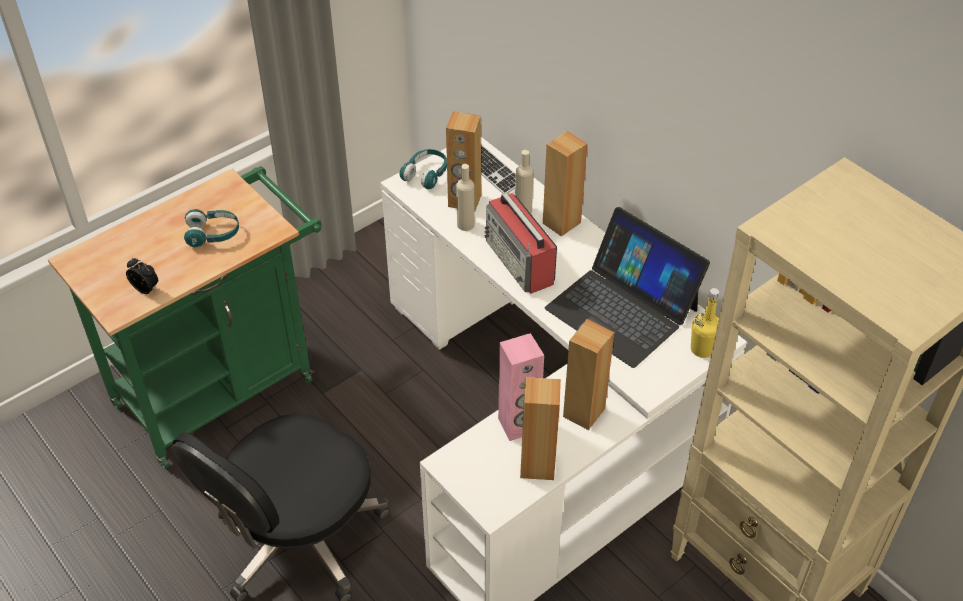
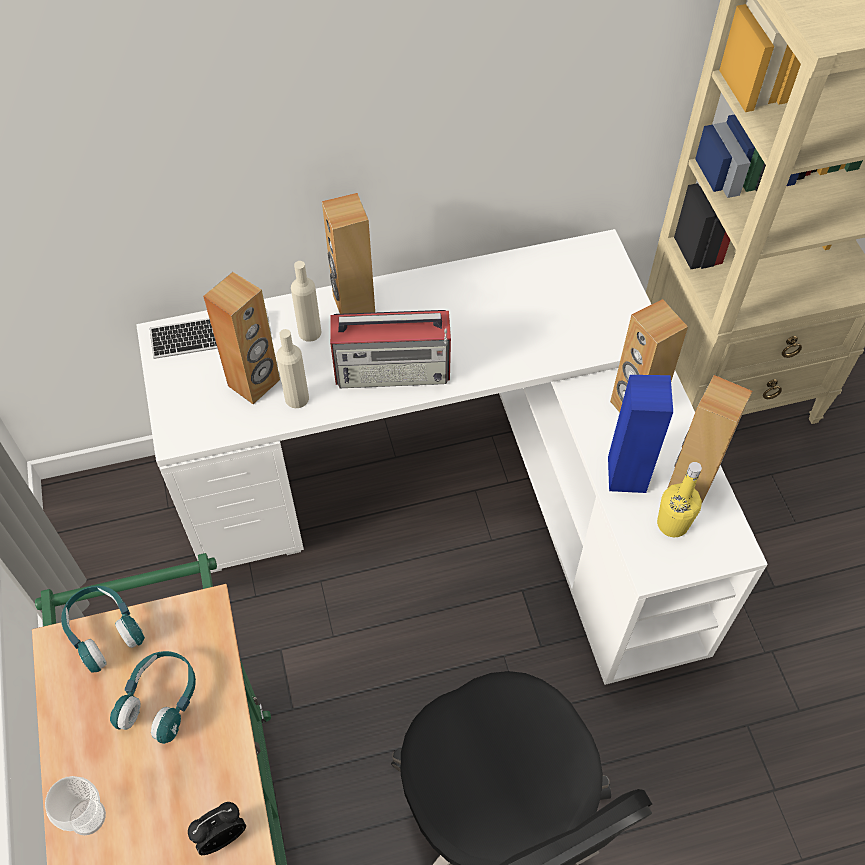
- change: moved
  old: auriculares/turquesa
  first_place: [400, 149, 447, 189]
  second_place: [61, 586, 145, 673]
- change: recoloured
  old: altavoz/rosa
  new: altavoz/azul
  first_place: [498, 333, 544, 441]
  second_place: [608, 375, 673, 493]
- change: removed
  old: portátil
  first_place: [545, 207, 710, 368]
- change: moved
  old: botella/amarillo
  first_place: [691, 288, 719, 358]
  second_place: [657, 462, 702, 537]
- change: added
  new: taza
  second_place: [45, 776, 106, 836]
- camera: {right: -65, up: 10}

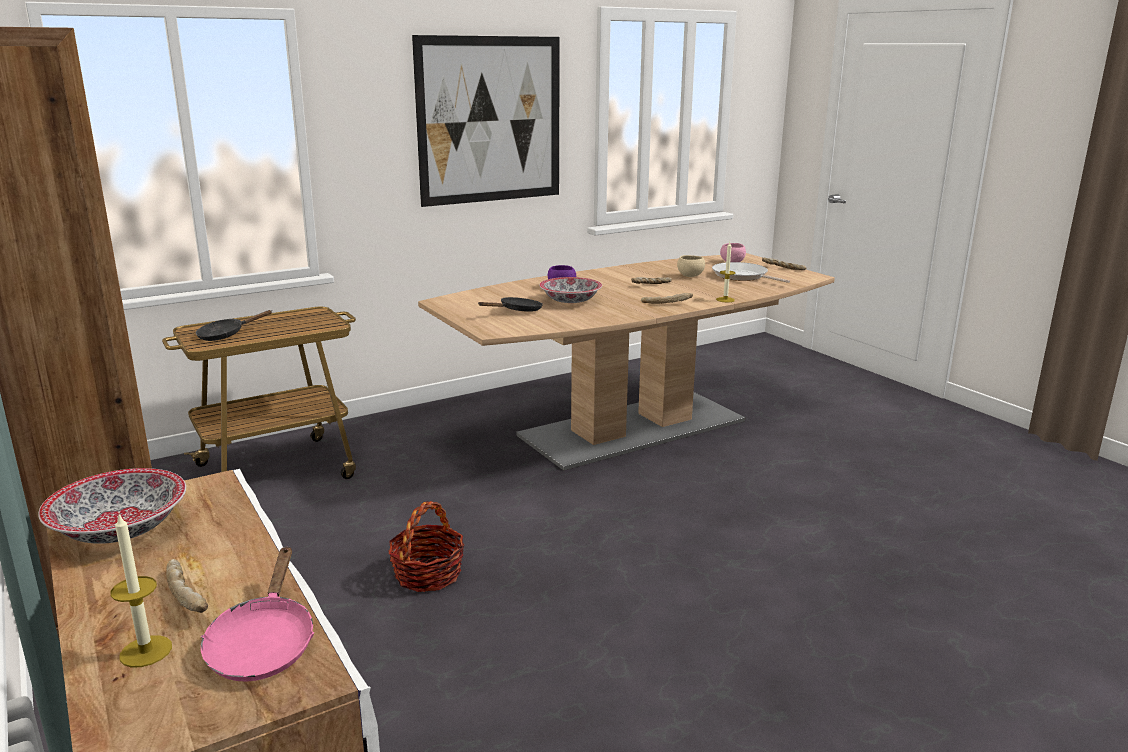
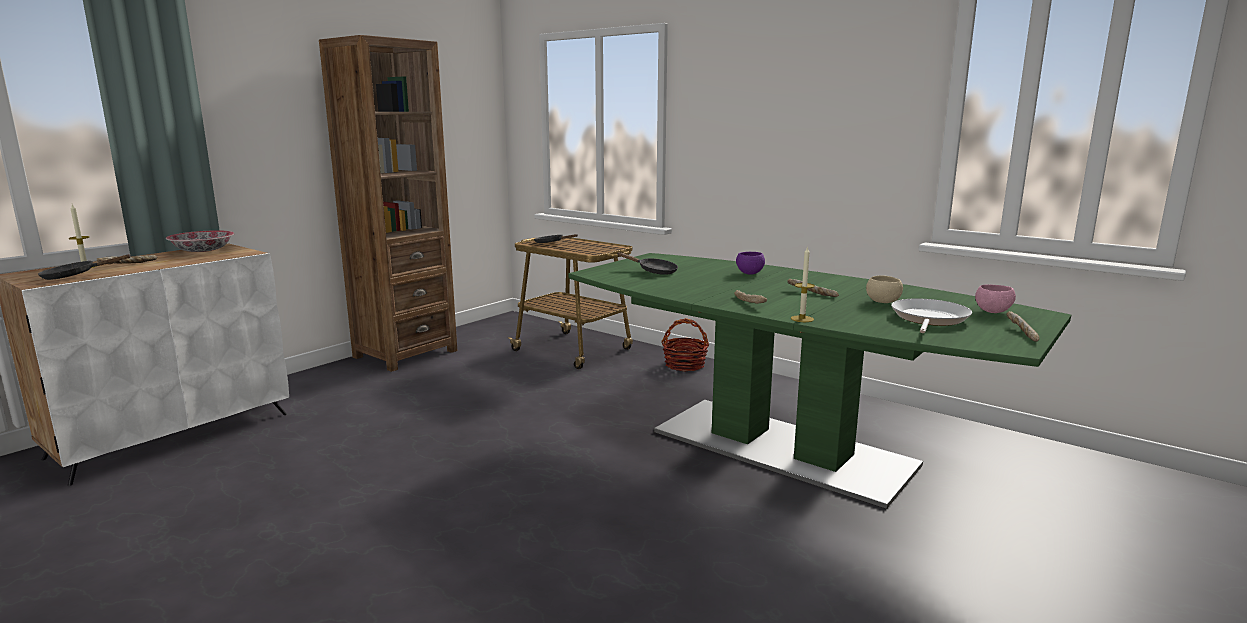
- change: recoloured
  old: sartén/rosa
  new: sartén/negro
  first_place: [201, 546, 314, 682]
  second_place: [38, 254, 130, 280]
- change: moved
  old: cesta
  first_place: [389, 501, 464, 592]
  second_place: [661, 318, 709, 372]
- change: removed
  old: cuadro
  first_place: [412, 35, 560, 207]
- change: recoloured
  old: mesa de comedor/marrón
  new: mesa de comedor/verde
  first_place: [418, 253, 835, 471]
  second_place: [569, 253, 1071, 509]
- change: removed
  old: cuenco
  first_place: [539, 277, 602, 303]
- camera: {right: 70, up: -5}

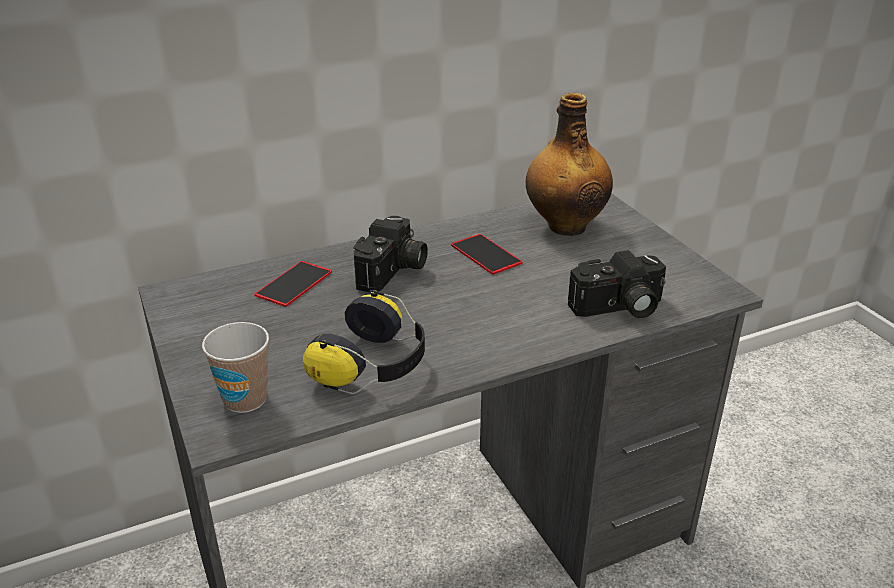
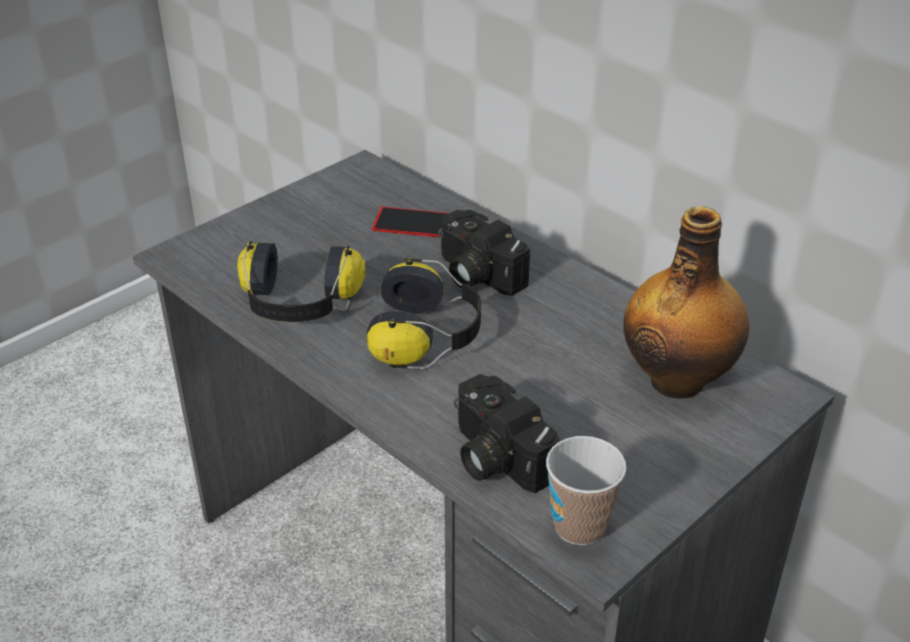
- change: moved
  old: taza
  first_place: [202, 322, 269, 413]
  second_place: [546, 436, 627, 545]
- change: turned
  old: cámara
  first_place: [353, 216, 428, 293]
  second_place: [438, 210, 530, 296]
  degrees: 45
- change: removed
  old: móvil
  first_place: [451, 234, 522, 275]
- change: added
  new: auriculares
  second_place: [366, 258, 481, 369]
- camera: {right: 70, up: 5}

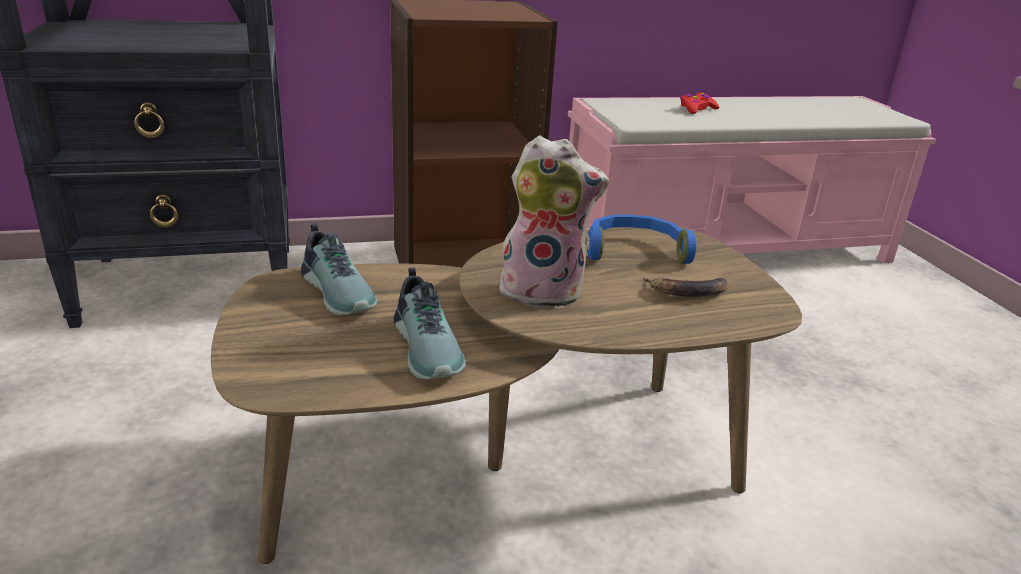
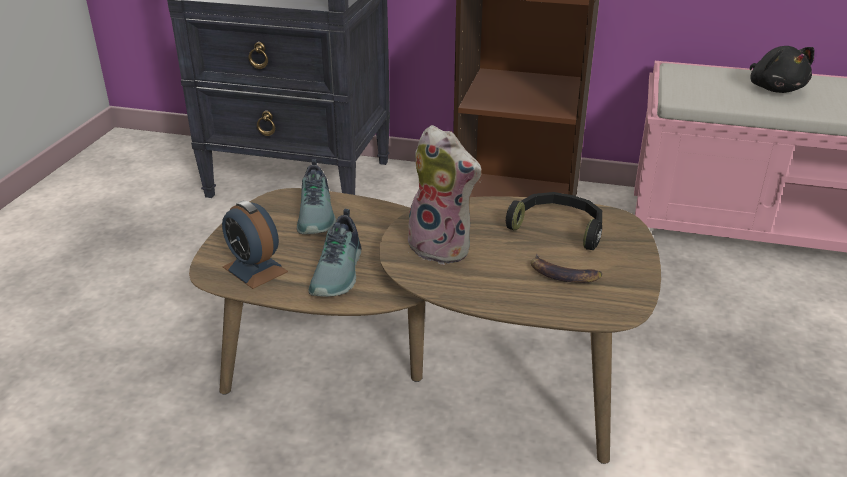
- change: recoloured
  old: auriculares/azul
  new: auriculares/negro
  first_place: [587, 215, 697, 264]
  second_place: [506, 192, 602, 250]
- change: replaced
  old: mando de consola/rojo
  new: peluche/negro
  first_place: [680, 93, 719, 114]
  second_place: [749, 46, 814, 93]
- change: added
  new: despertador
  second_place: [222, 200, 288, 289]
- camera: {right: 30, up: 5}

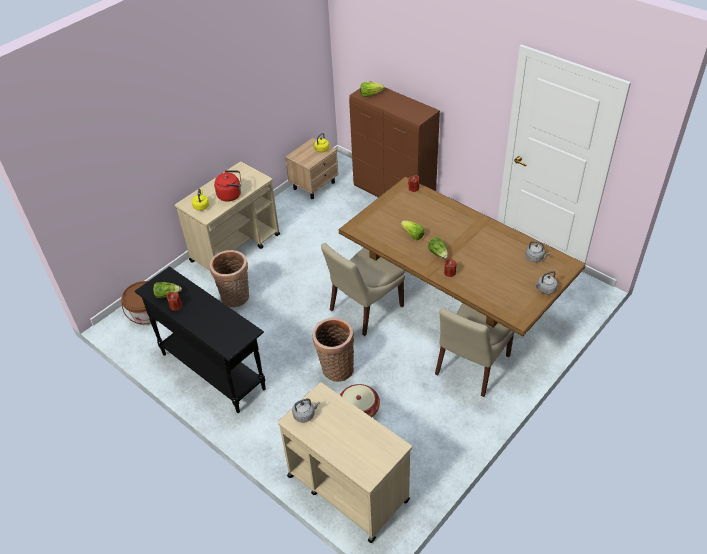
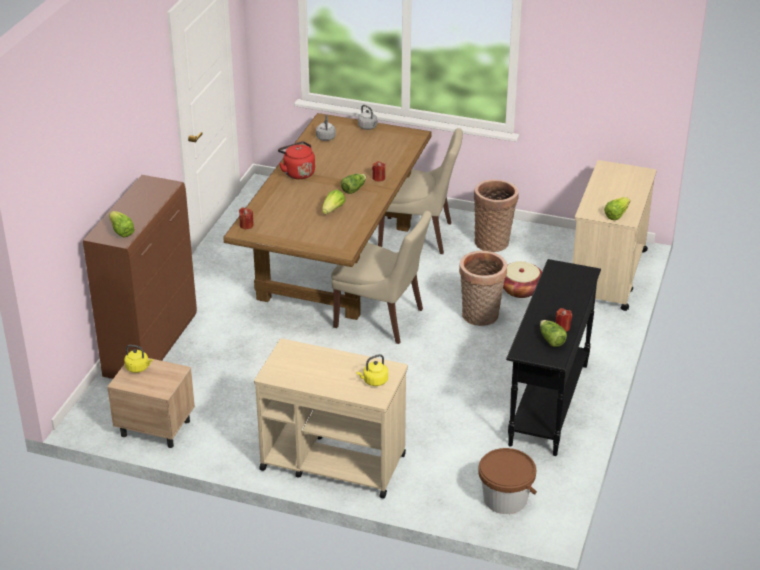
- change: moved
  old: cesta
  first_place: [210, 250, 249, 307]
  second_place: [474, 179, 519, 252]
- change: moved
  old: hervidor/rojo
  first_place: [214, 170, 241, 202]
  second_place: [278, 141, 315, 179]
- change: replaced
  old: hervidor/gris
  new: lechuga
  first_place: [292, 398, 320, 423]
  second_place: [604, 197, 630, 220]
- camera: {right: -115, up: -10}

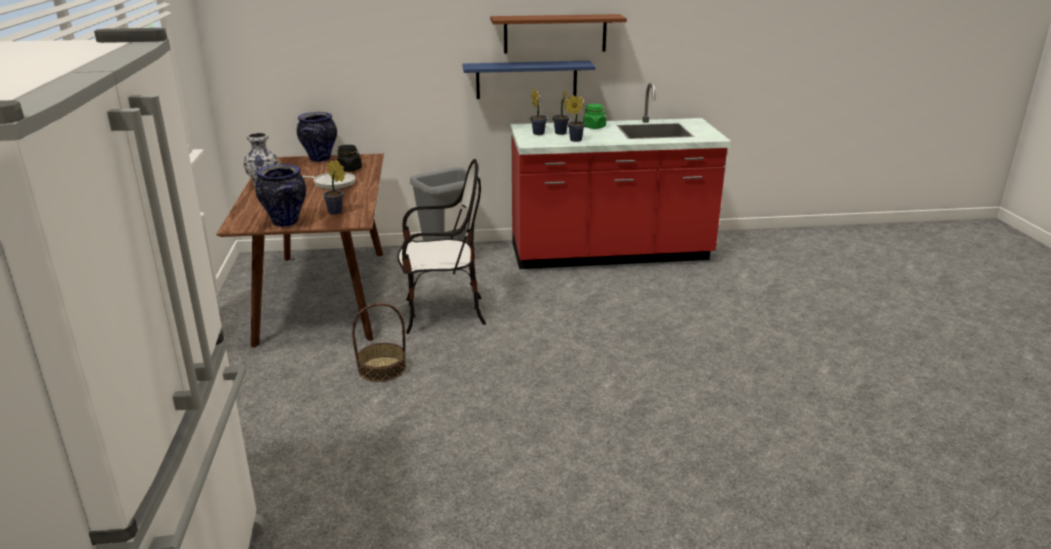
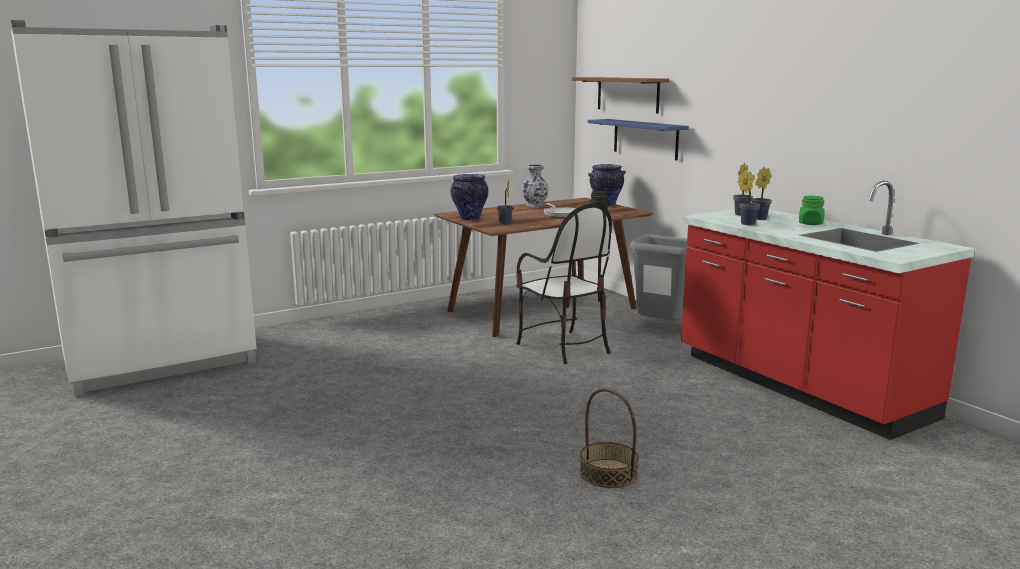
- change: moved
  old: cesta
  first_place: [352, 303, 406, 382]
  second_place: [580, 388, 639, 488]
- change: moved
  old: estante/azul
  first_place: [462, 61, 596, 99]
  second_place: [588, 119, 689, 160]
- change: moved
  old: estante/marrón
  first_place: [490, 14, 627, 54]
  second_place: [572, 77, 669, 114]
- camera: {right: 65, up: -10}

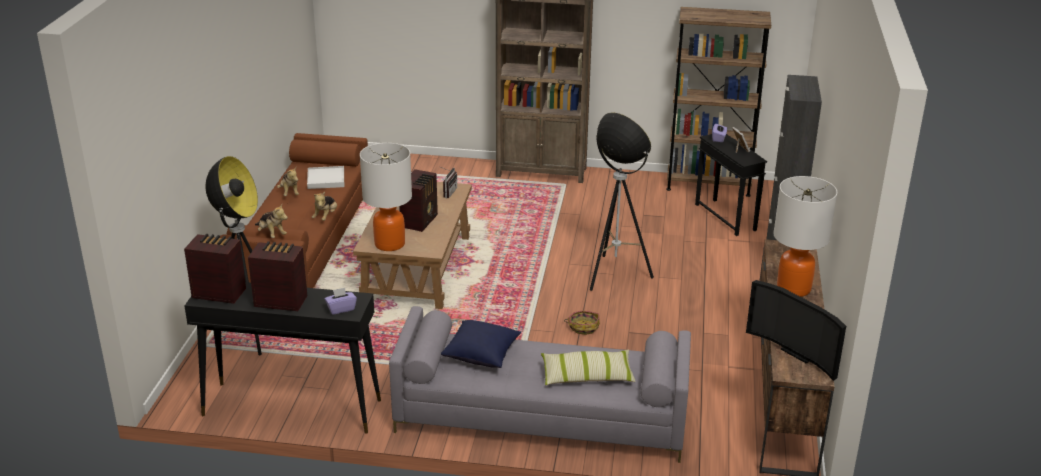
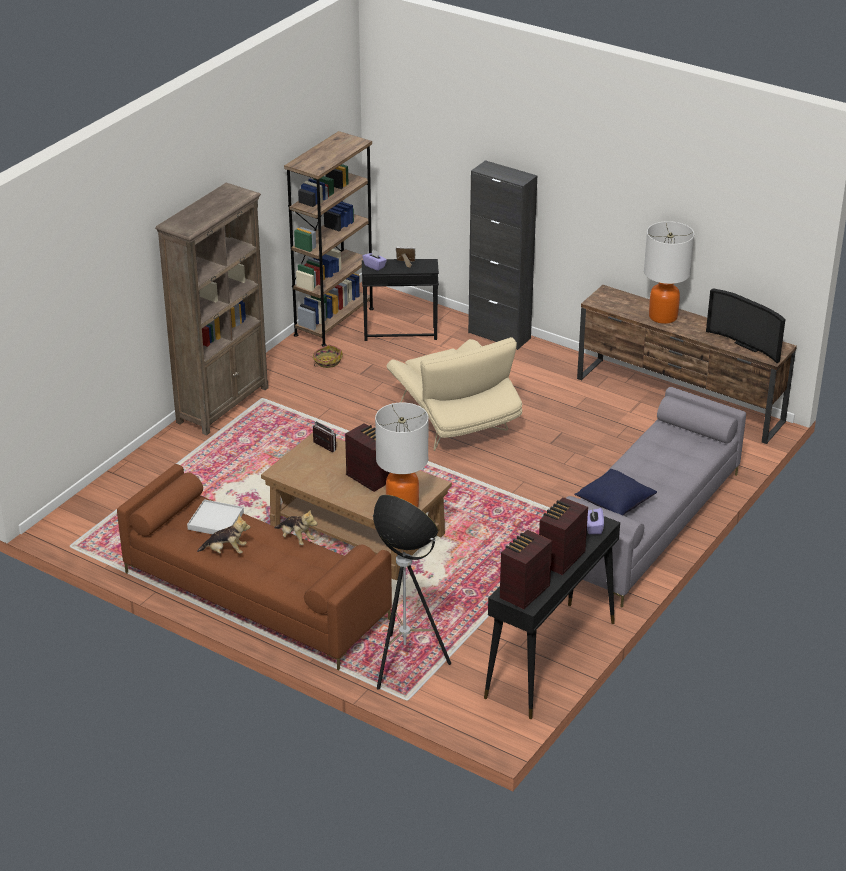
- change: removed
  old: peluche
  first_place: [255, 205, 288, 238]
- change: removed
  old: cojín
  first_place: [541, 350, 636, 385]
- change: moved
  old: cesta
  first_place: [564, 311, 600, 335]
  second_place: [313, 345, 343, 368]
- change: replaced
  old: lámpara de pie
  new: sillón/beis
  first_place: [590, 112, 654, 291]
  second_place: [386, 337, 522, 451]
- change: turned
  old: televisor
  first_place: [746, 280, 846, 381]
  second_place: [706, 288, 785, 363]
  degrees: 60
- camera: {right: -65, up: 5}

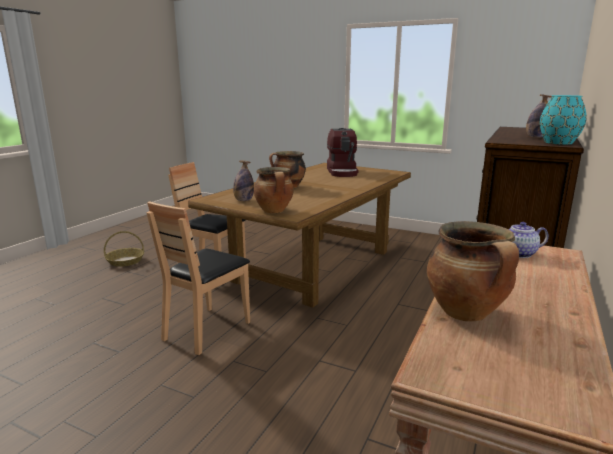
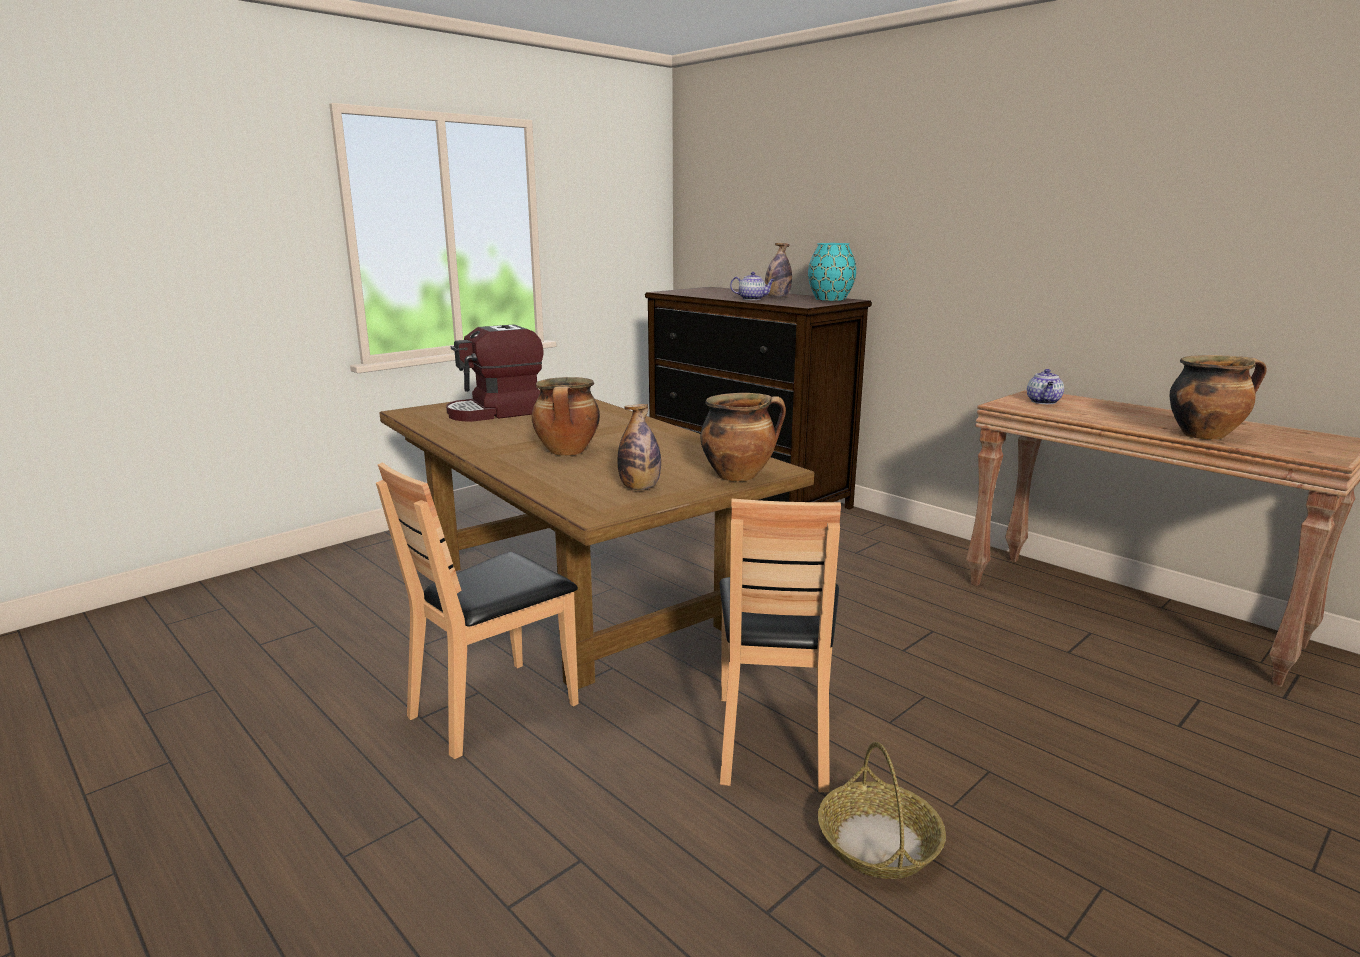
- change: moved
  old: cesta
  first_place: [104, 231, 144, 267]
  second_place: [818, 742, 946, 879]
- change: turned
  old: silla/marrón
  first_place: [147, 201, 250, 355]
  second_place: [720, 499, 841, 792]
  degrees: 45
- change: turned
  old: cafetera
  first_place: [327, 128, 358, 177]
  second_place: [446, 324, 544, 422]
  degrees: 135
- change: added
  new: tetera
  second_place: [730, 272, 775, 300]
- camera: {right: -70, up: 0}

